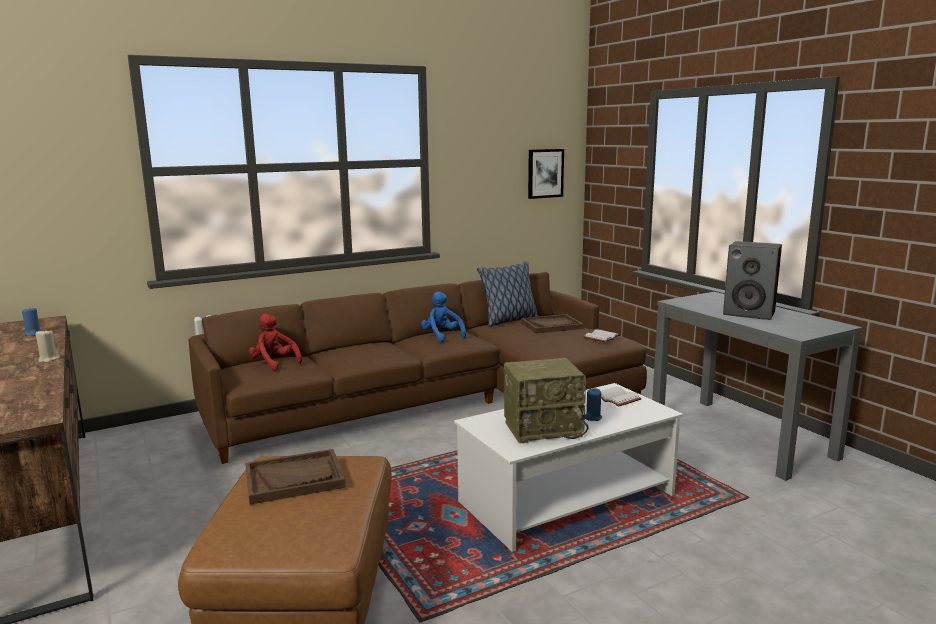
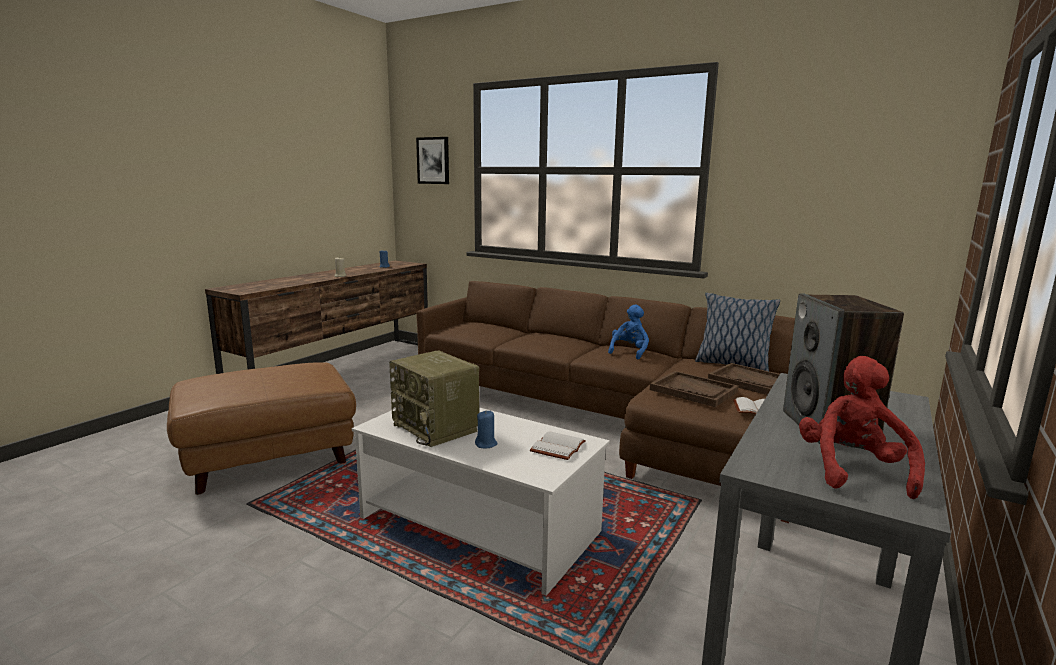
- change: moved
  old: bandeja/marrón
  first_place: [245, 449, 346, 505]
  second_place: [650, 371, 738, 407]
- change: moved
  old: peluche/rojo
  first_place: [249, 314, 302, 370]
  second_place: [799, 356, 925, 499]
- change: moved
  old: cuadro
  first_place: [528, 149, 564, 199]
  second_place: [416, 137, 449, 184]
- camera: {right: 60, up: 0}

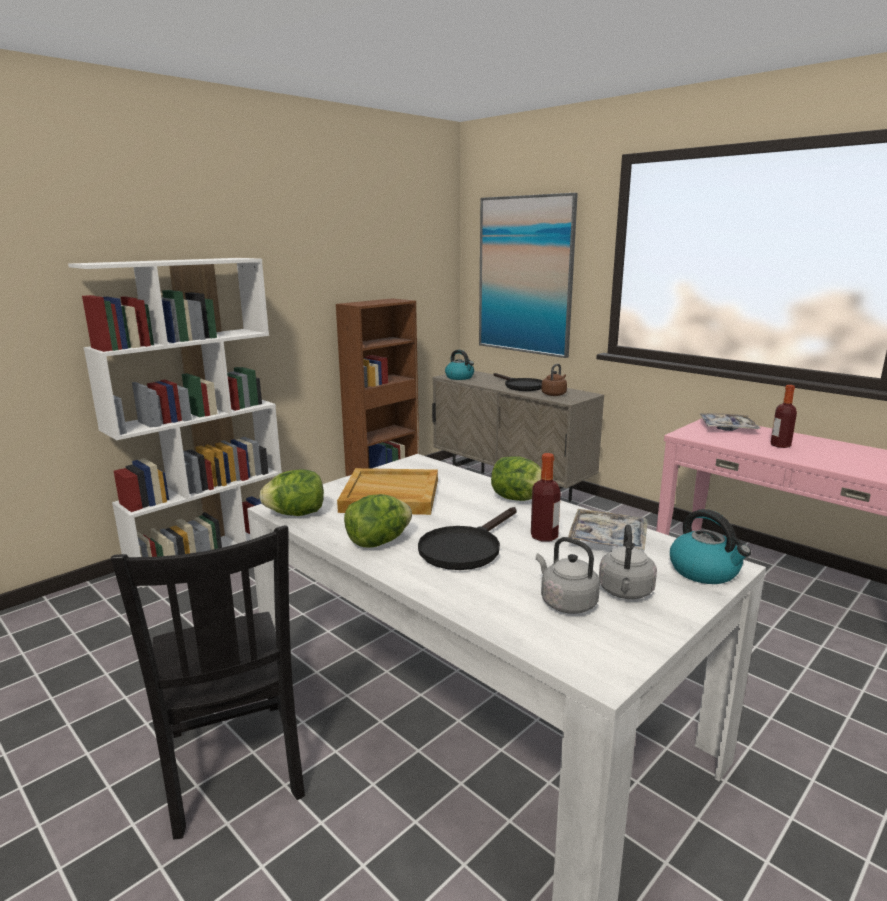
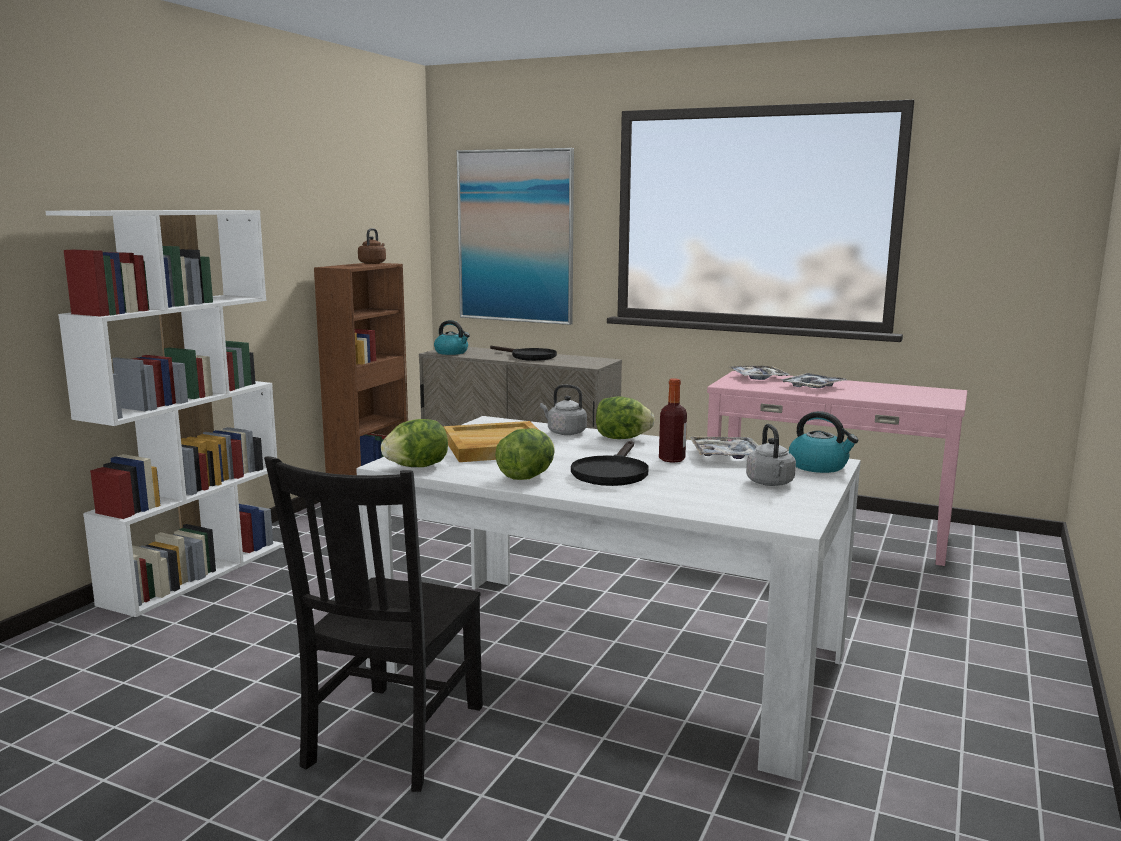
- change: turned
  old: silla/negro
  first_place: [111, 525, 305, 839]
  second_place: [264, 456, 483, 792]
  degrees: 60
- change: moved
  old: hervidor/gris
  first_place: [536, 537, 600, 614]
  second_place: [540, 385, 587, 435]
- change: moved
  old: hervidor/marrón
  first_place: [541, 364, 567, 396]
  second_place: [358, 228, 386, 264]
- change: replaced
  old: botella
  new: bandeja
  first_place: [771, 385, 797, 448]
  second_place: [780, 373, 847, 388]
- camera: {right: -20, up: -5}

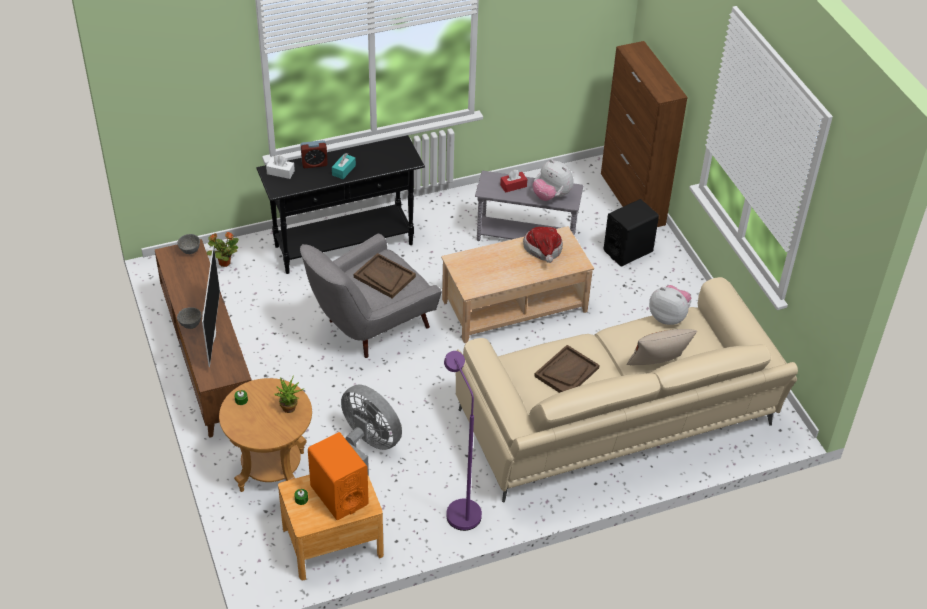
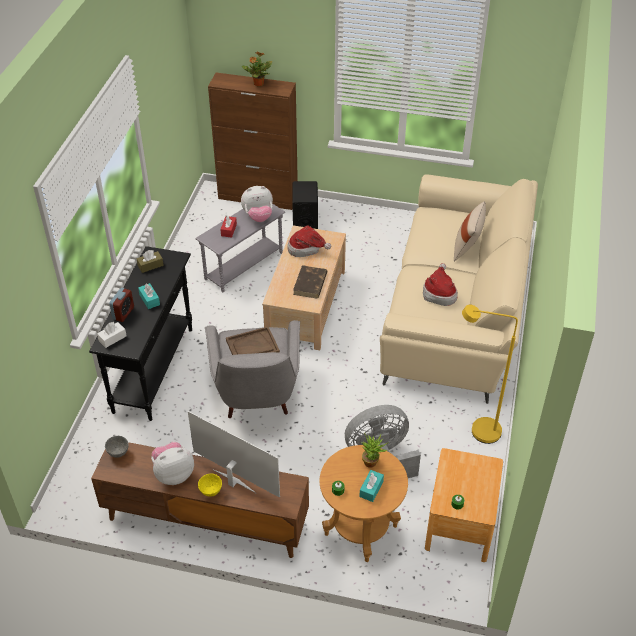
- change: recoloured
  old: cuenco/gris
  new: cuenco/amarillo
  first_place: [177, 307, 202, 329]
  second_place: [198, 473, 222, 497]
- change: moved
  old: planta en maceta
  first_place: [207, 232, 239, 267]
  second_place: [242, 51, 272, 86]
- change: removed
  old: altavoz/naranja
  first_place: [308, 432, 369, 520]
- change: recoloured
  old: lámpara de pie/morado
  new: lámpara de pie/amarillo
  first_place: [444, 351, 482, 531]
  second_place: [462, 304, 518, 444]
- change: replaced
  old: bandeja/marrón
  new: sombrero
  first_place: [534, 345, 599, 393]
  second_place: [423, 263, 458, 306]
- change: moved
  old: peluche
  first_place: [649, 285, 691, 325]
  second_place: [151, 442, 194, 485]
- change: added
  new: caja de pañuelos/marrón
  second_place: [137, 250, 164, 273]
- change: added
  new: libro/marrón
  second_place: [293, 265, 327, 298]
- change: added
  new: caja de pañuelos/turquesa
  second_place: [359, 470, 384, 502]
- camera: {right: -55, up: 0}

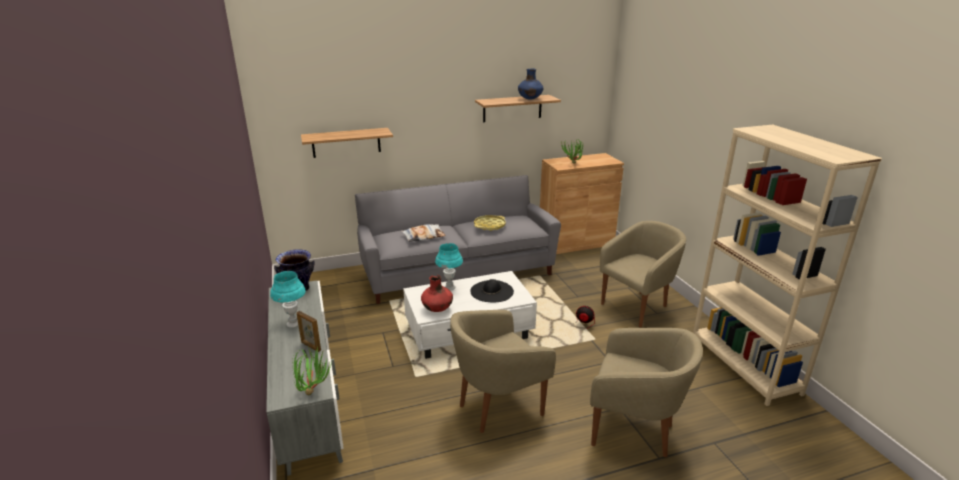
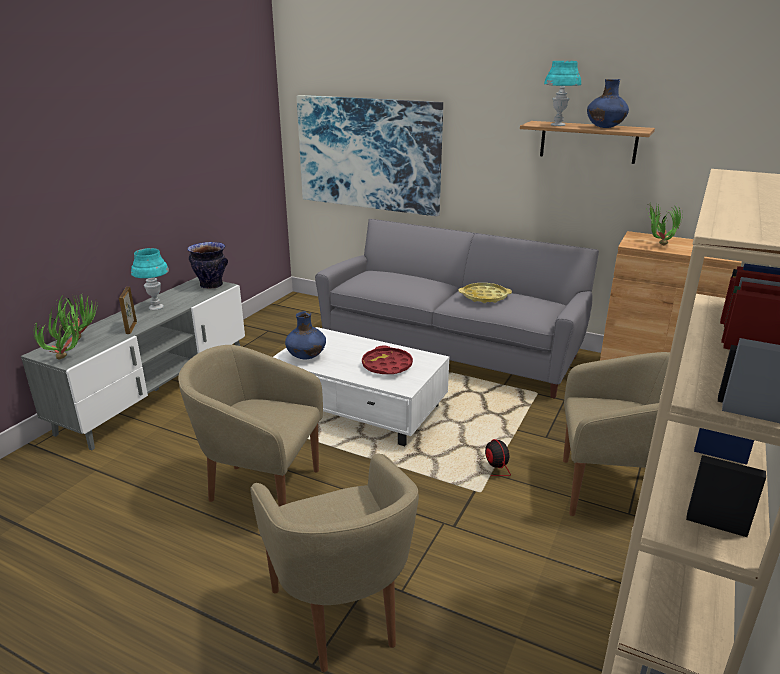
- change: replaced
  old: estante
  new: cuadro
  first_place: [301, 128, 393, 158]
  second_place: [297, 95, 443, 216]
- change: removed
  old: cojín
  first_place: [401, 224, 446, 242]
- change: recoloured
  old: florero/rojo
  new: florero/azul
  first_place: [421, 275, 453, 312]
  second_place: [285, 311, 326, 359]
- change: moved
  old: lámpara de mesa/turquesa
  first_place: [435, 243, 463, 291]
  second_place: [544, 61, 581, 126]
- change: replaced
  old: sombrero/negro
  new: bandeja/rojo
  first_place: [470, 279, 514, 302]
  second_place: [362, 345, 413, 374]
- change: added
  new: planta en maceta
  second_place: [56, 293, 98, 340]
- camera: {right: 45, up: 0}

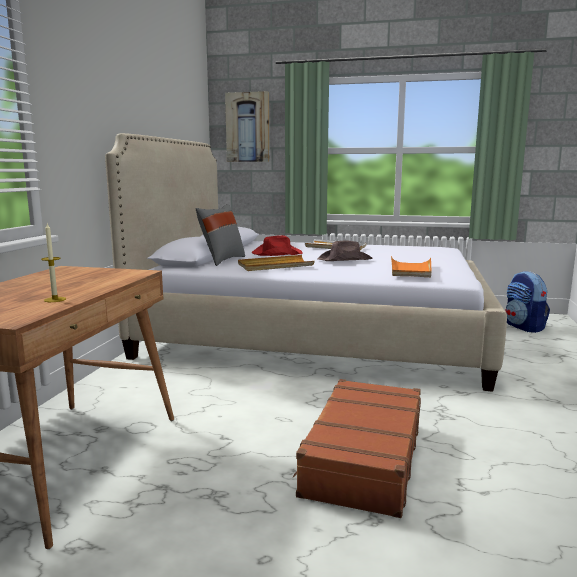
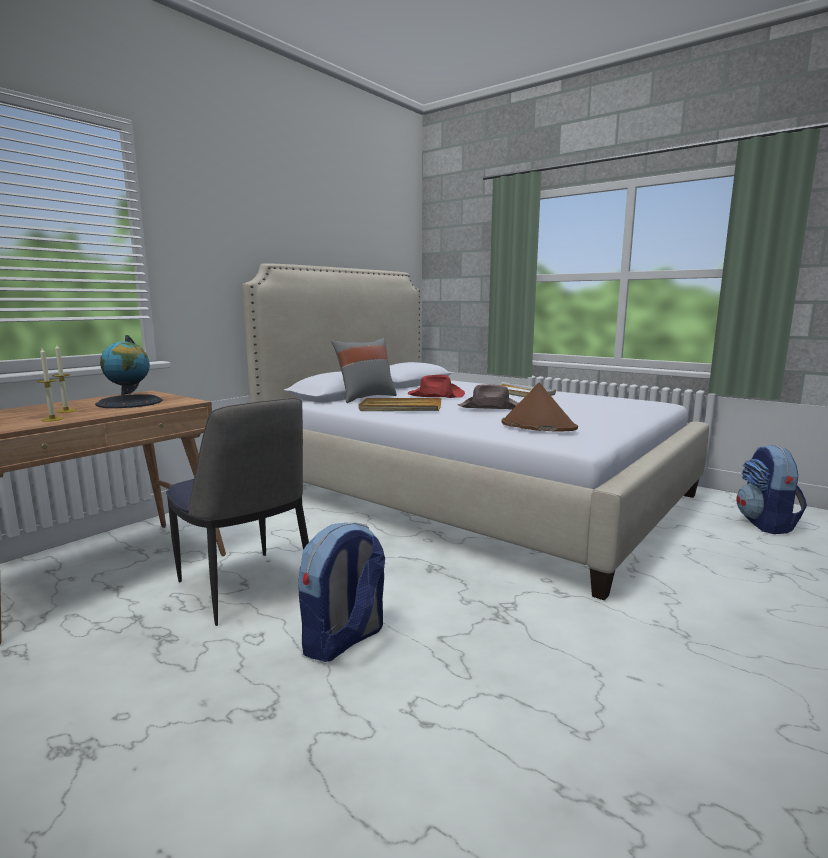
- change: removed
  old: cuadro
  first_place: [225, 91, 270, 162]
- change: replaced
  old: maleta/marrón
  new: mochila
  first_place: [293, 379, 421, 518]
  second_place: [298, 522, 385, 662]
- change: replaced
  old: bandeja/naranja
  new: sombrero/marrón
  first_place: [391, 256, 431, 277]
  second_place: [502, 383, 578, 432]
- change: added
  new: vela
  second_place: [52, 345, 77, 413]
- change: added
  new: globo terráqueo
  second_place: [95, 335, 163, 408]
- change: added
  new: silla
  second_place: [166, 398, 309, 626]
- camera: {right: 25, up: 0}

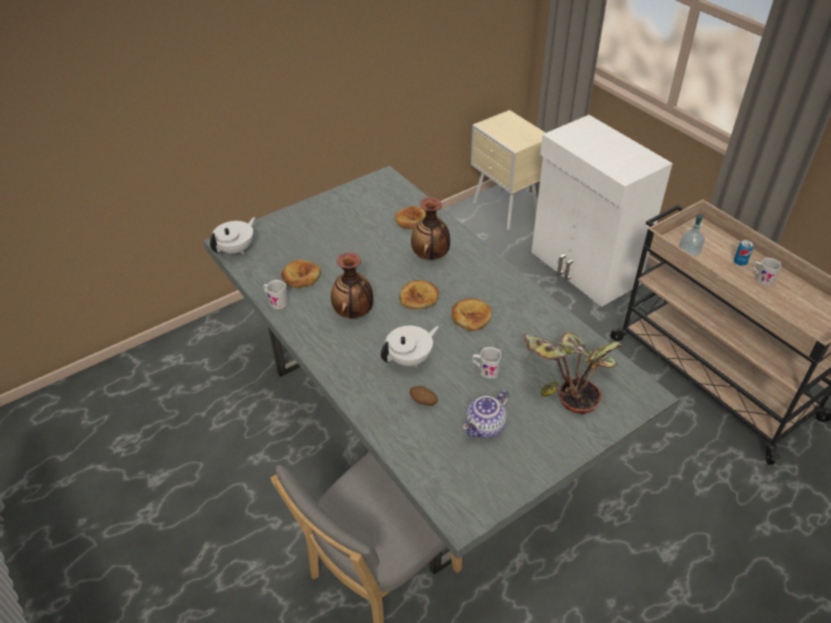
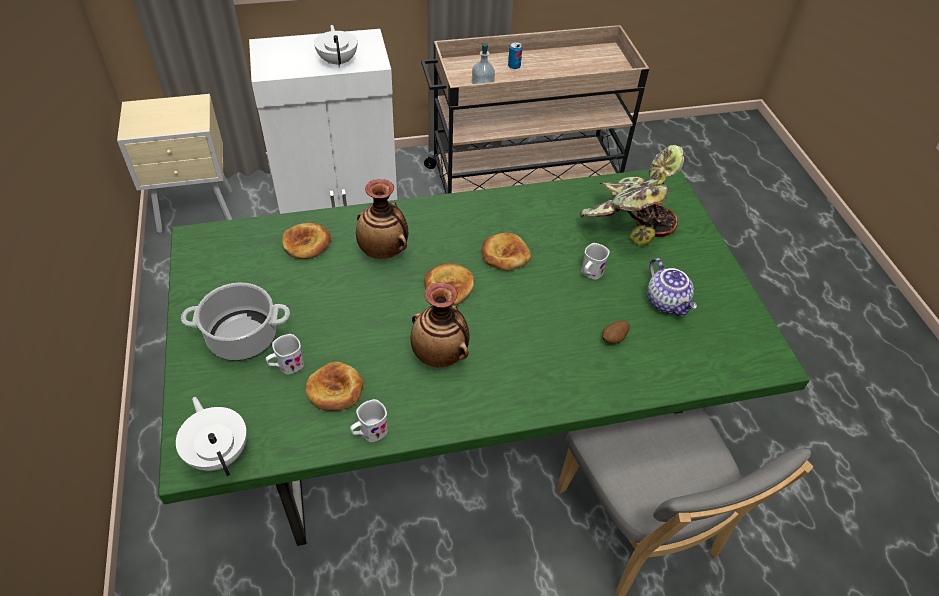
- change: recoloured
  old: mesa de comedor/gris
  new: mesa de comedor/verde
  first_place: [203, 166, 680, 575]
  second_place: [158, 169, 810, 546]
- change: moved
  old: tetera/blanco
  first_place: [381, 326, 439, 367]
  second_place: [314, 25, 357, 67]
- change: moved
  old: taza grande/blanco
  first_place: [753, 257, 781, 286]
  second_place: [266, 334, 304, 375]
- change: added
  new: olla
  second_place: [181, 283, 290, 361]
- camera: {right: -70, up: 5}

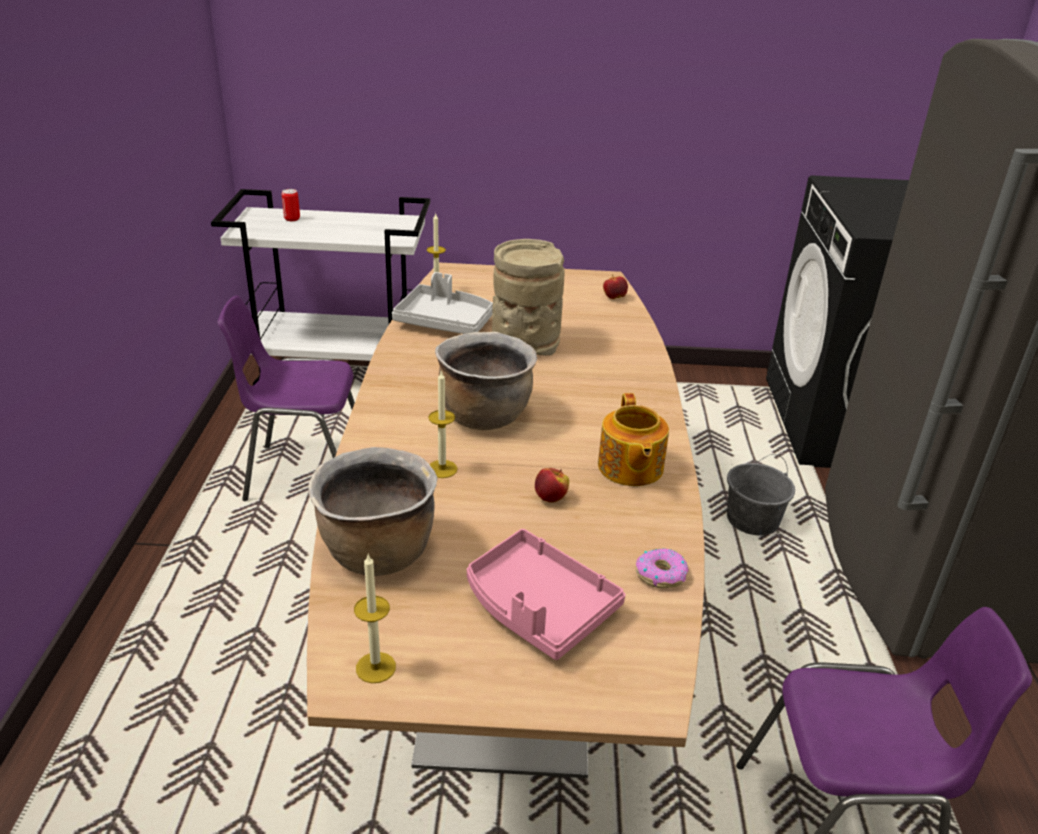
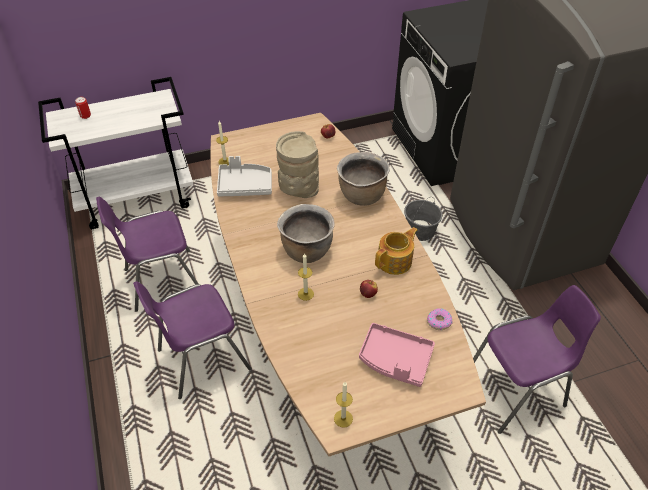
- change: moved
  old: olla/marrón
  first_place: [308, 447, 438, 576]
  second_place: [337, 152, 390, 206]
- change: turned
  old: tetera
  first_place: [598, 393, 669, 486]
  second_place: [375, 227, 418, 275]
  degrees: -105
- change: added
  new: silla/morado
  second_place: [133, 281, 252, 399]
- camera: {right: -20, up: 15}

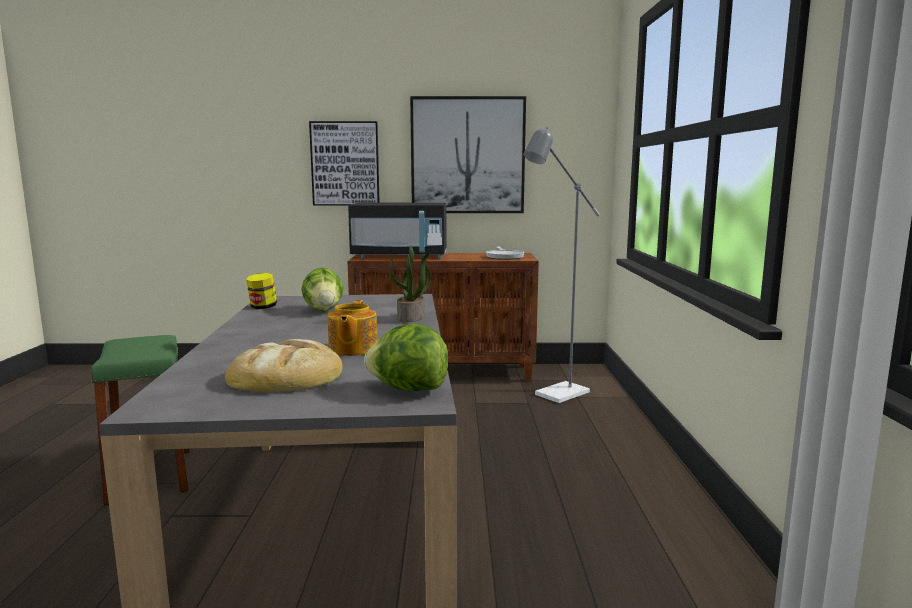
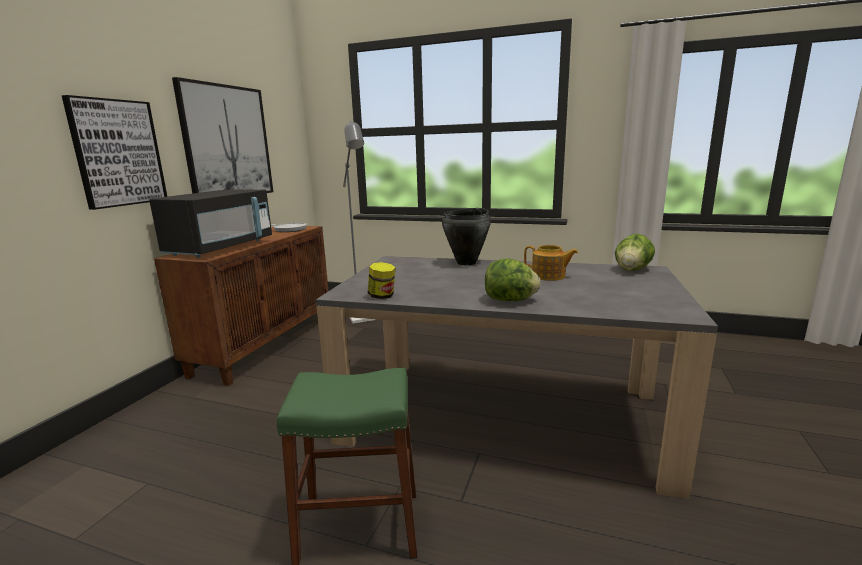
- change: removed
  old: pan
  first_place: [225, 339, 343, 393]
- change: moved
  old: lechuga
  first_place: [301, 267, 344, 312]
  second_place: [485, 258, 540, 301]
- change: replaced
  old: planta en maceta
  new: olla/negro
  first_place: [389, 246, 431, 323]
  second_place: [442, 208, 491, 265]
- camera: {right: -70, up: 5}

